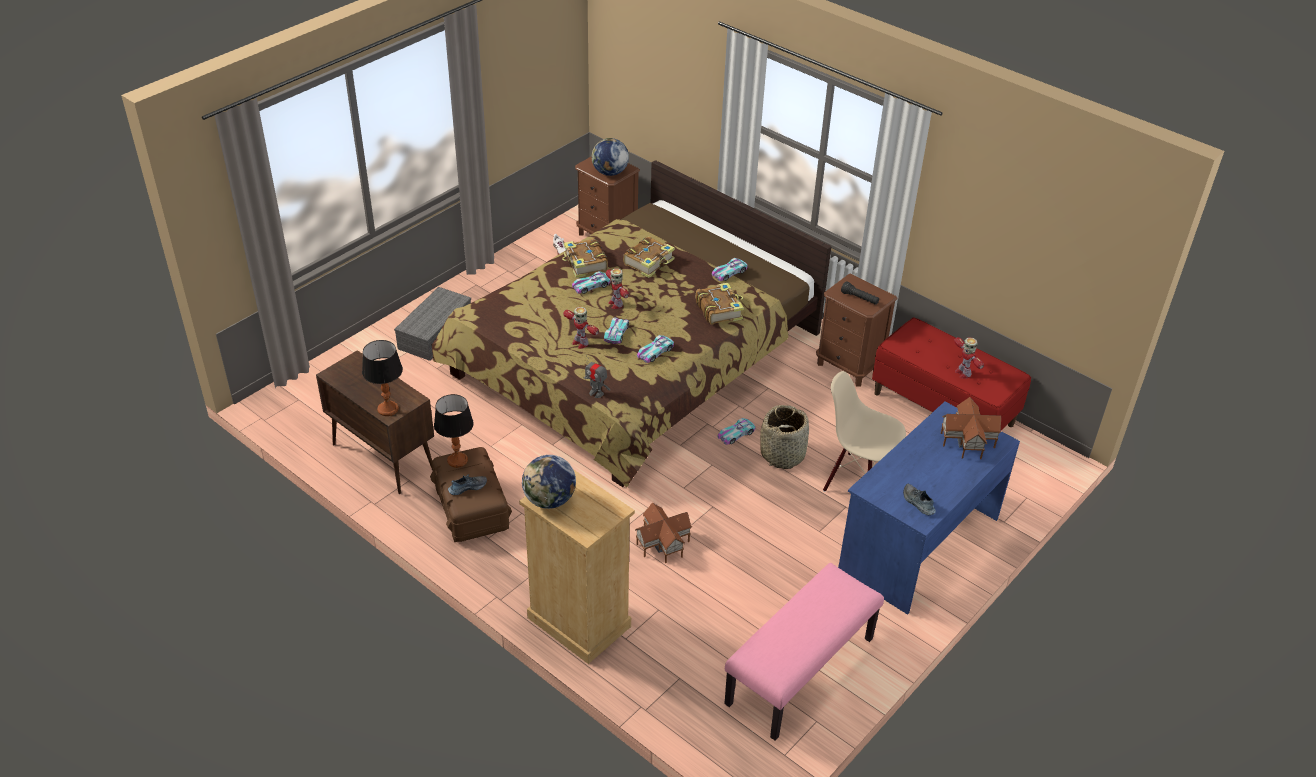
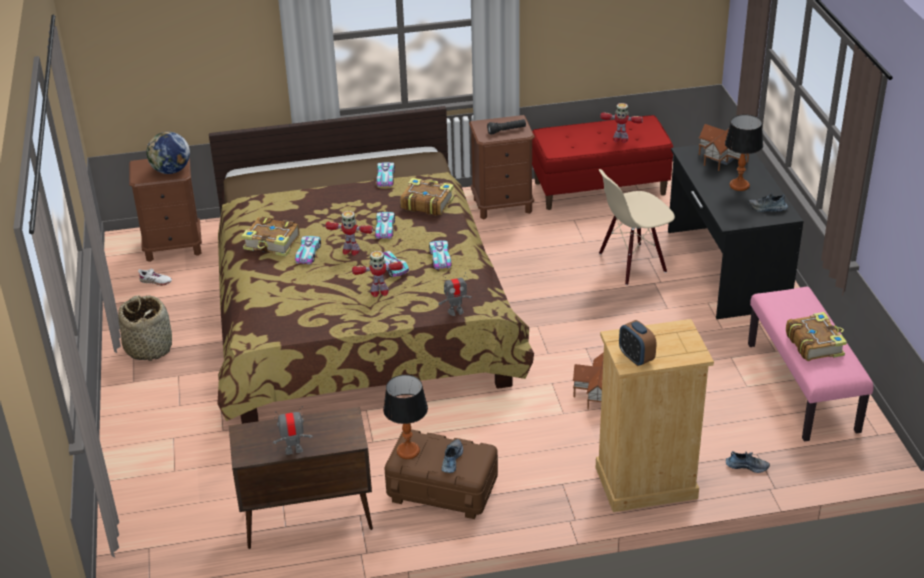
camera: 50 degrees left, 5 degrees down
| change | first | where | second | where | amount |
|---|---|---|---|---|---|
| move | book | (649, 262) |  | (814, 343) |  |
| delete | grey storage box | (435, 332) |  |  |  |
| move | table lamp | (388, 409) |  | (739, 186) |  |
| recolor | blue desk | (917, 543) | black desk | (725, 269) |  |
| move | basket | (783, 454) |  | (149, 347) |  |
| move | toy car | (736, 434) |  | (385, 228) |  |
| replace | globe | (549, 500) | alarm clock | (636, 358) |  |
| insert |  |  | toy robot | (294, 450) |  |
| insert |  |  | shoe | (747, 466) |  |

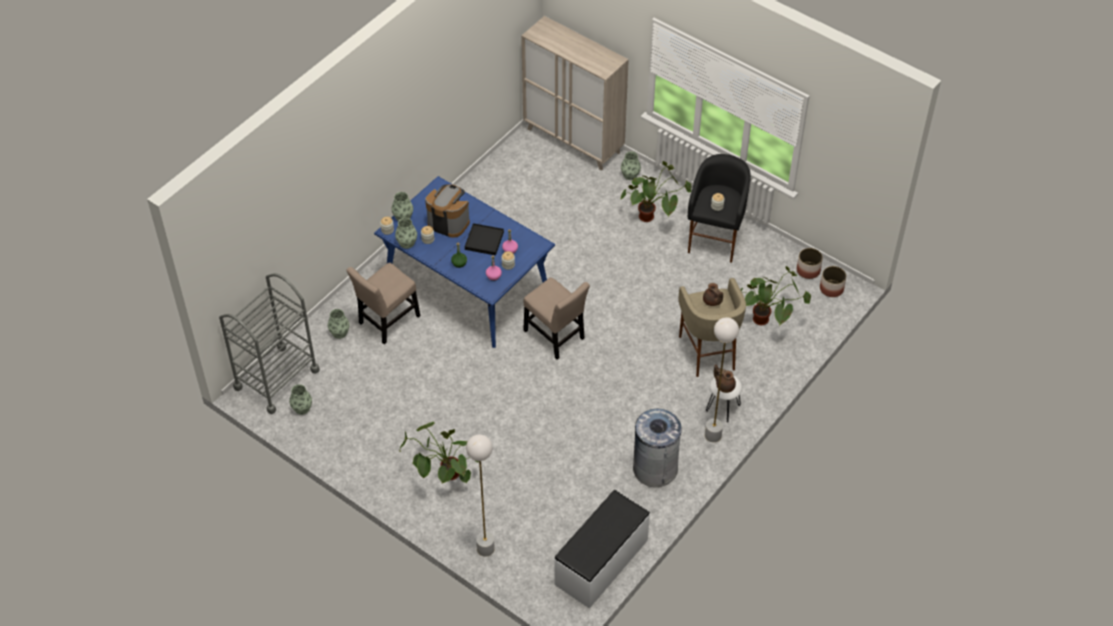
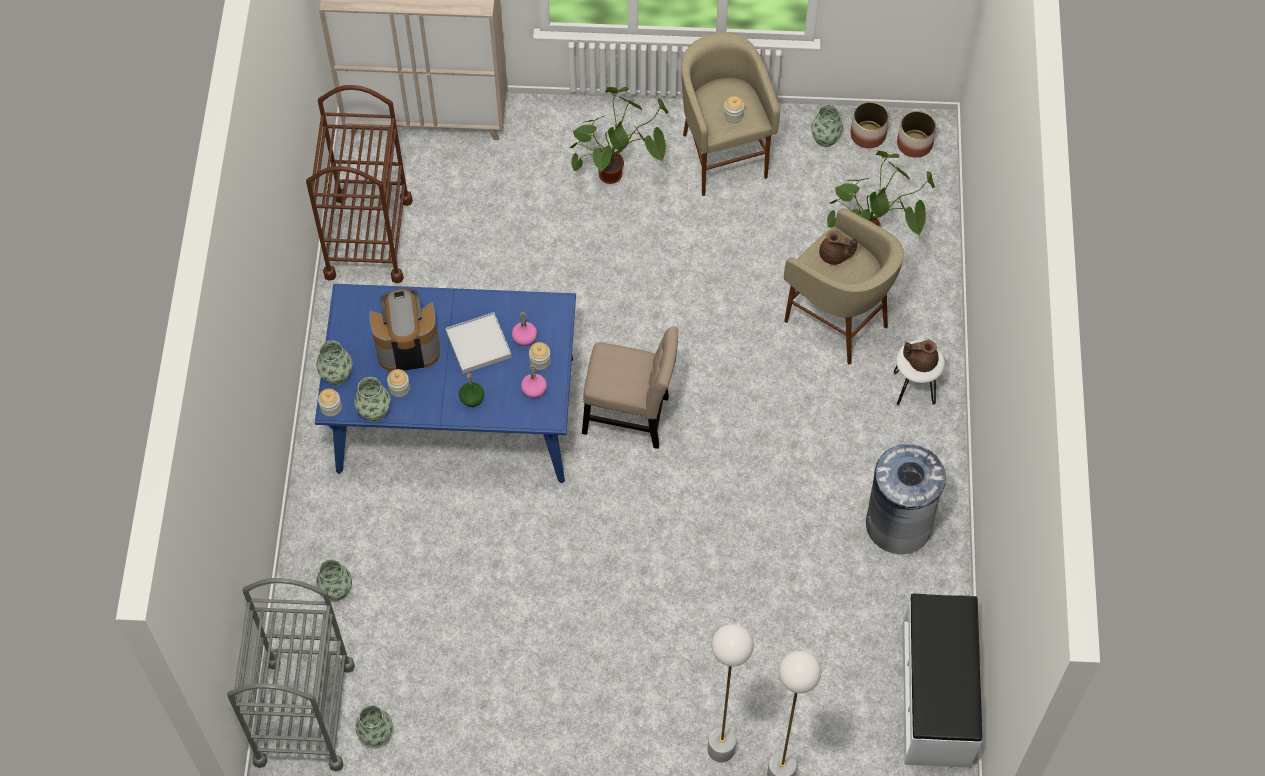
camera: 35 degrees left, 10 degrees up
| change | first | where | second | where | amount |
|---|---|---|---|---|---|
| move | vase | (630, 175) |  | (825, 138) |  |
| recolor | black stool | (715, 239) | beige stool | (722, 156) |  |
| recolor | black tray | (484, 241) | white tray | (478, 345) |  |
| delete | beige chair | (387, 322) |  |  |  |
| move | white floor lamp | (712, 435) |  | (721, 749) |  |
| delete | potted plant | (442, 476) |  |  |  |
| insert |  |  | brown cart | (368, 238) |  |

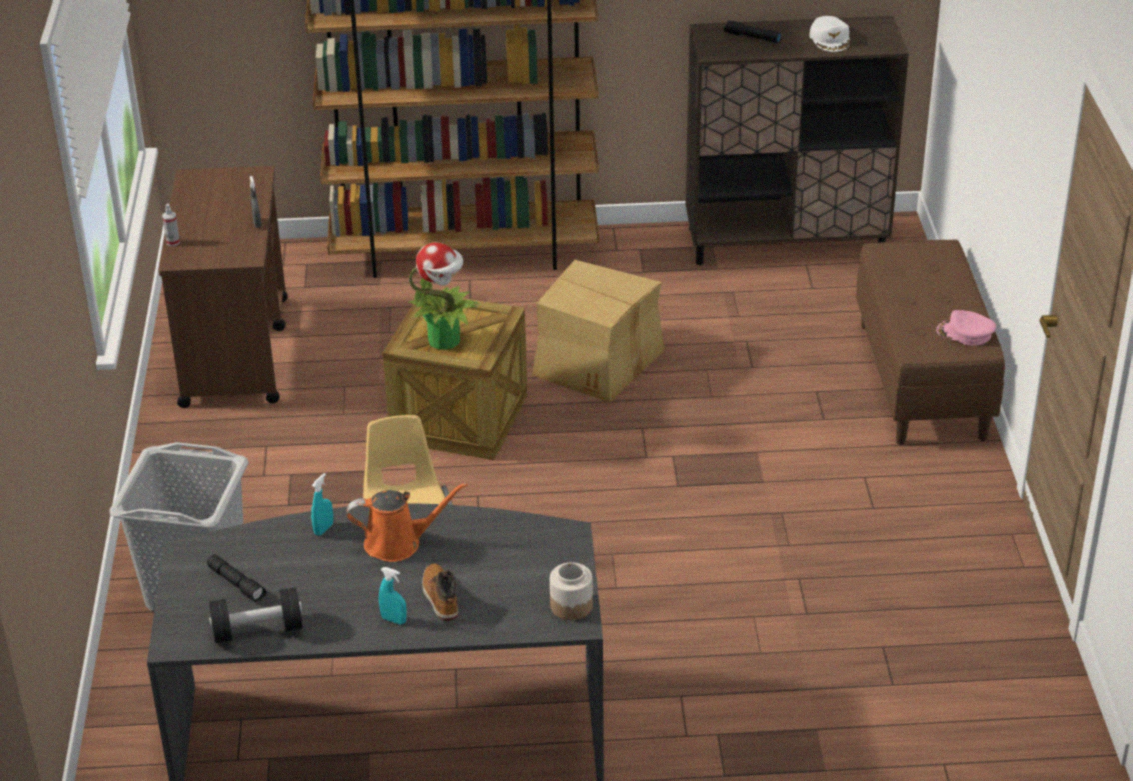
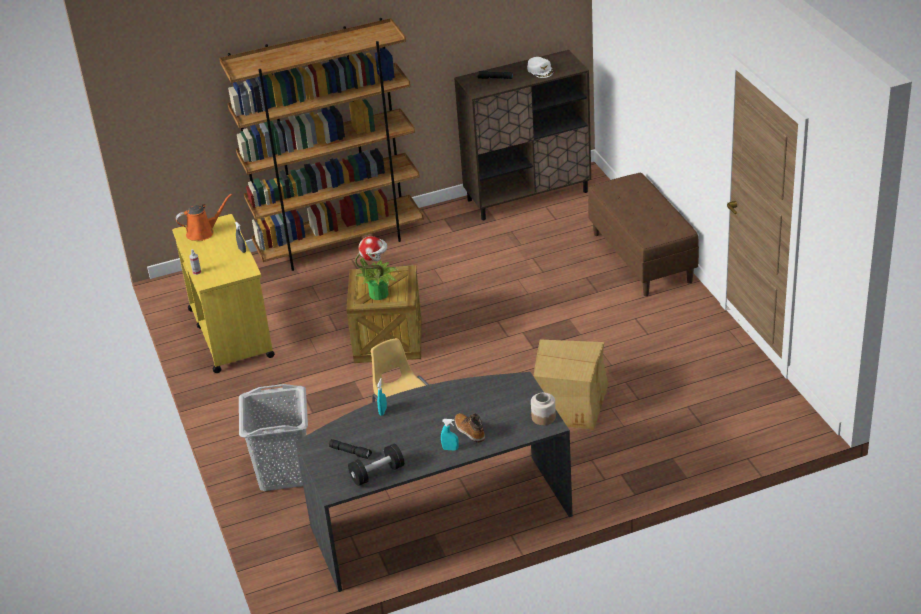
camera: 15 degrees left, 0 degrees up
| change | first | where | second | where | amount |
|---|---|---|---|---|---|
| recolor | brown cart | (235, 350) | yellow cart | (230, 332) |  |
| move | cardboard box | (597, 362) |  | (569, 403) |  |
| delete | pink cap | (965, 333) |  |  |  |
| move | orange watering can | (398, 543) |  | (203, 232) |  |

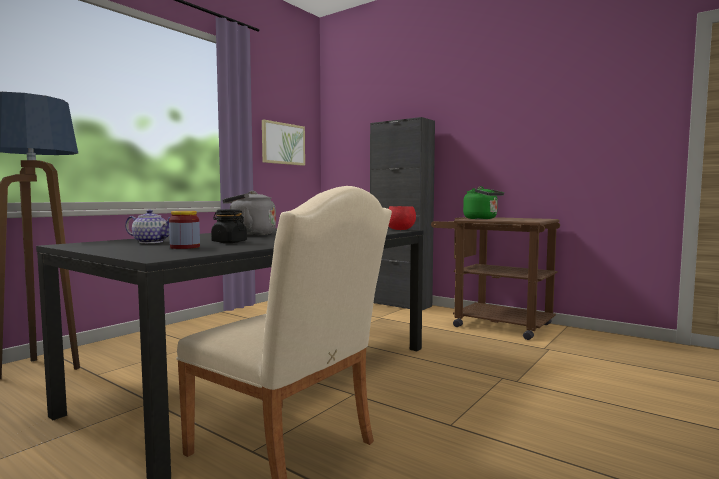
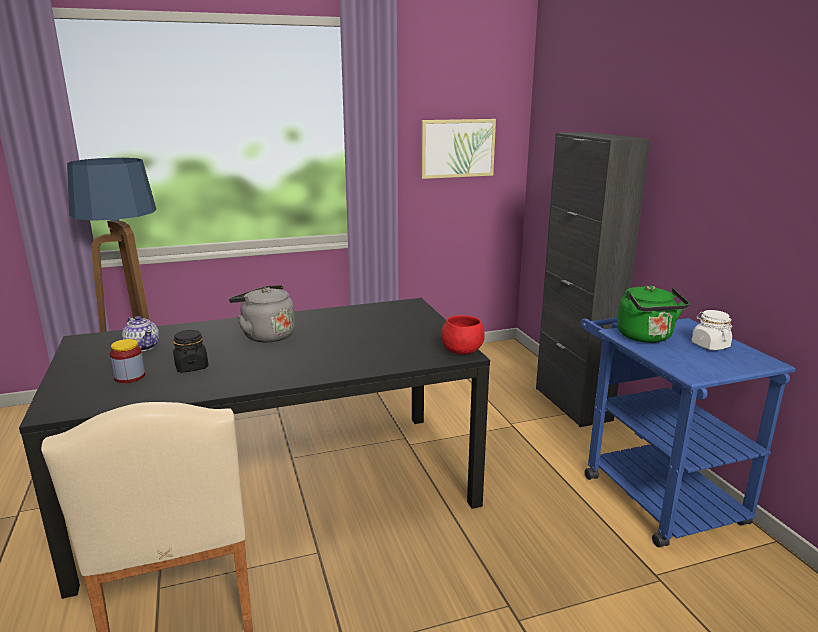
camera: 35 degrees right, 15 degrees up
| change | first | where | second | where | amount |
|---|---|---|---|---|---|
| recolor | brown cart | (493, 324) | blue cart | (652, 491) |  |
| insert |  |  | white jar | (710, 345) |  |

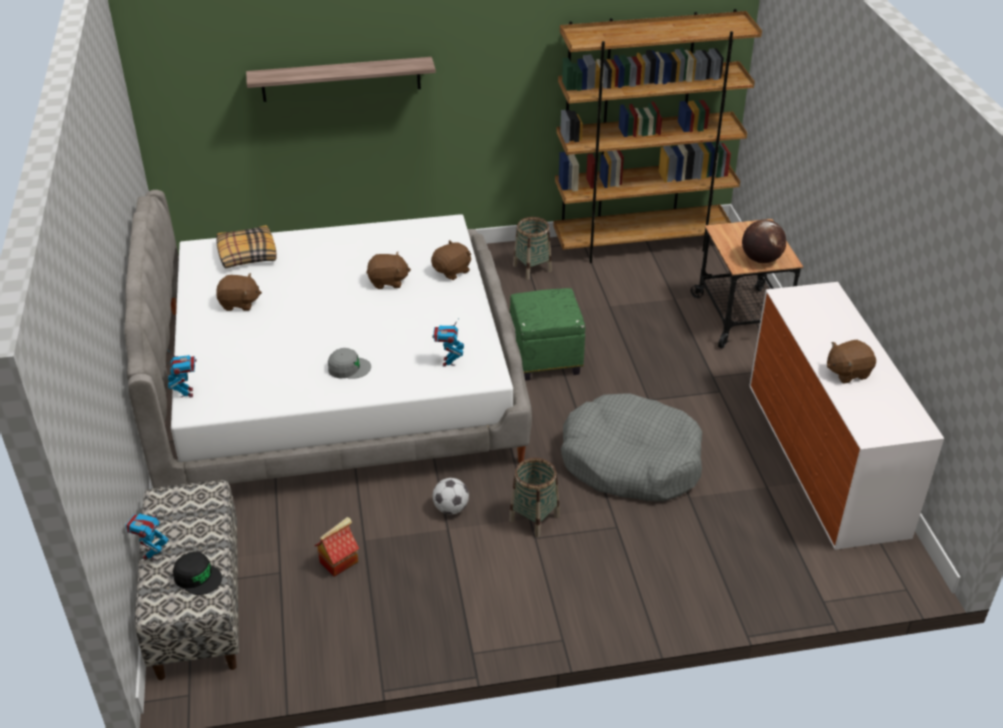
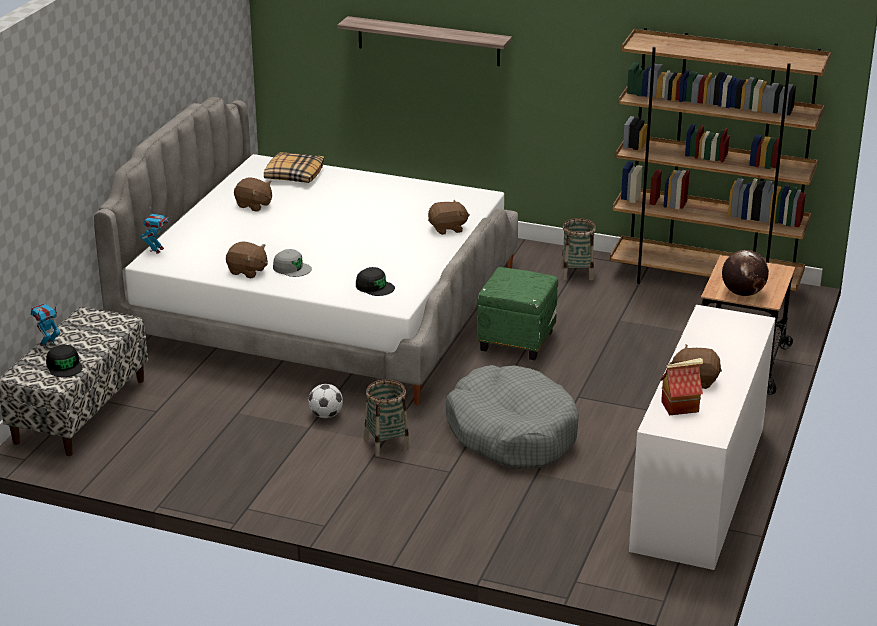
camera: 30 degrees right, 10 degrees down
| change | first | where | second | where | amount |
|---|---|---|---|---|---|
| move | brown plush toy | (388, 282) |  | (247, 271) |  |
| replace | toy robot | (449, 362) | black cap | (374, 287) |  |
| move | toy house | (339, 561) |  | (680, 406) |  |

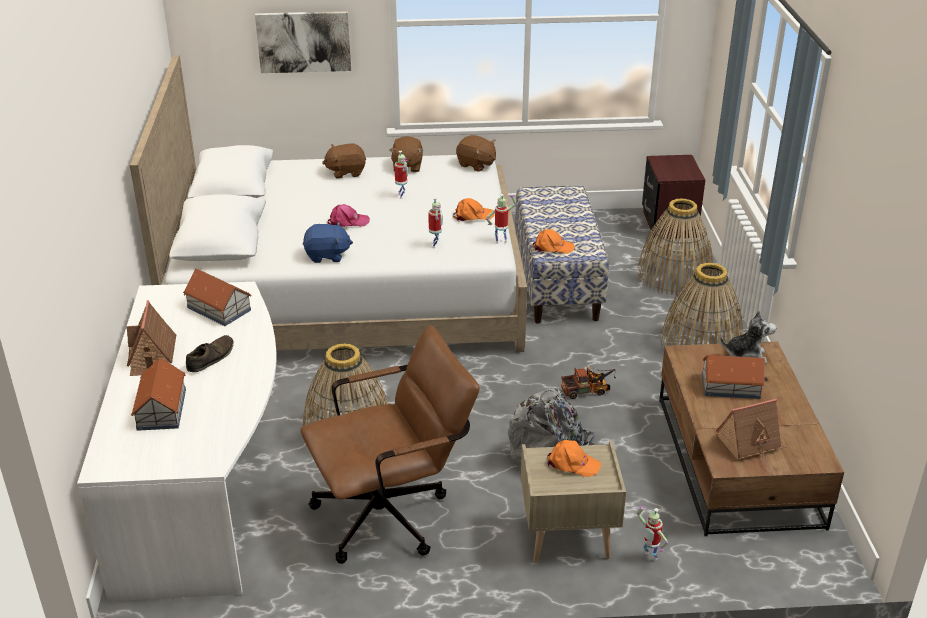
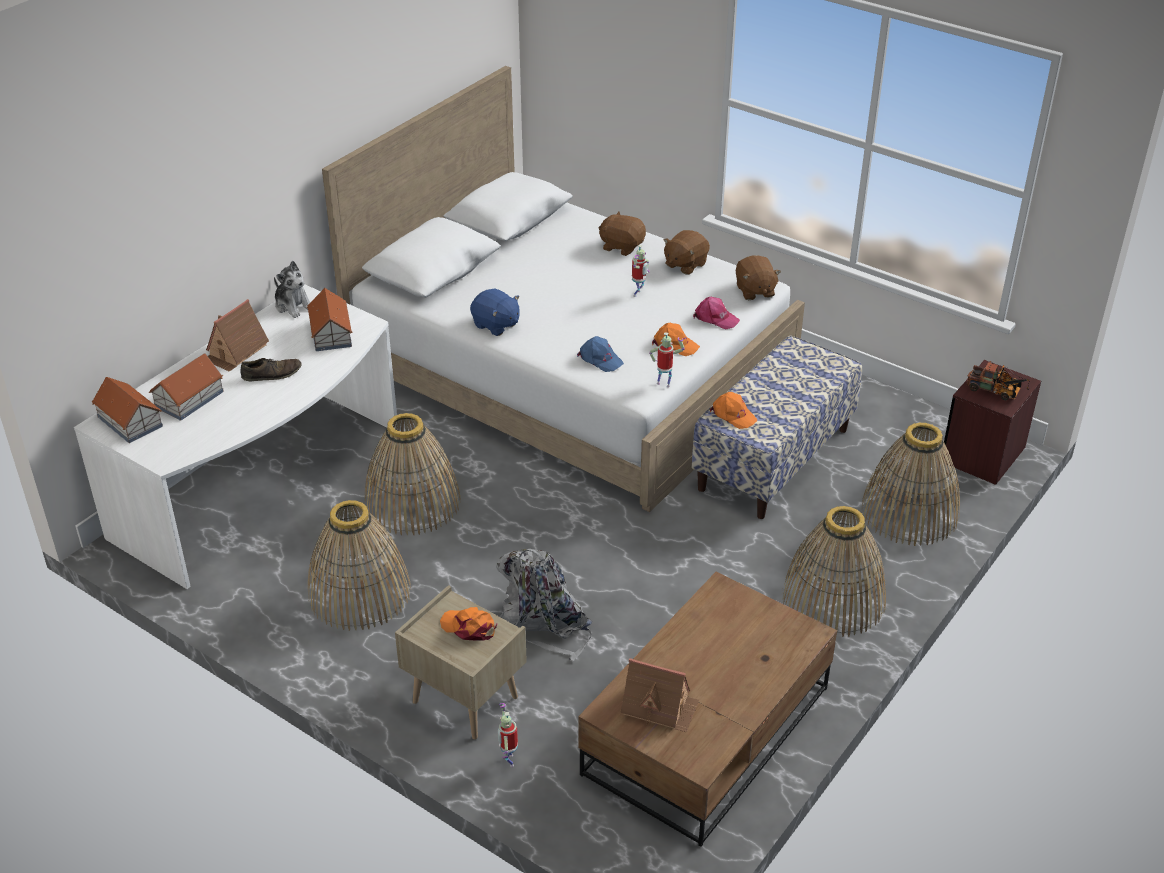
camera: 40 degrees right, 5 degrees up
| change | first | where | second | where | amount |
|---|---|---|---|---|---|
| delete | picture | (304, 41) |  |  |  |
| replace | toy robot | (436, 245) | blue cap | (600, 359) |  |
| move | pink cap | (347, 222) |  | (715, 318) |  |
| move | plush toy | (746, 356) |  | (293, 306) |  |
| replace | brown office chair | (393, 514) | basket | (359, 593) |  |
| move | toy house | (729, 386) |  | (130, 421) |  |
| move | toy truck | (588, 390) |  | (996, 391) |  |
| rotate | orange cap | (572, 463) |  | (469, 627) | 150 degrees clockwise |

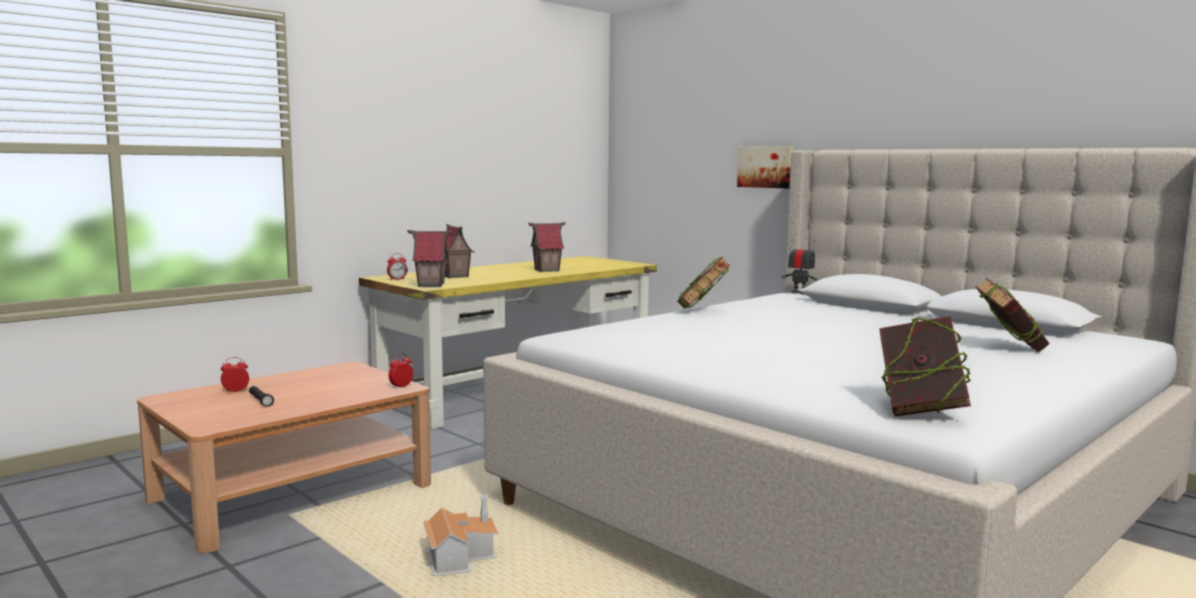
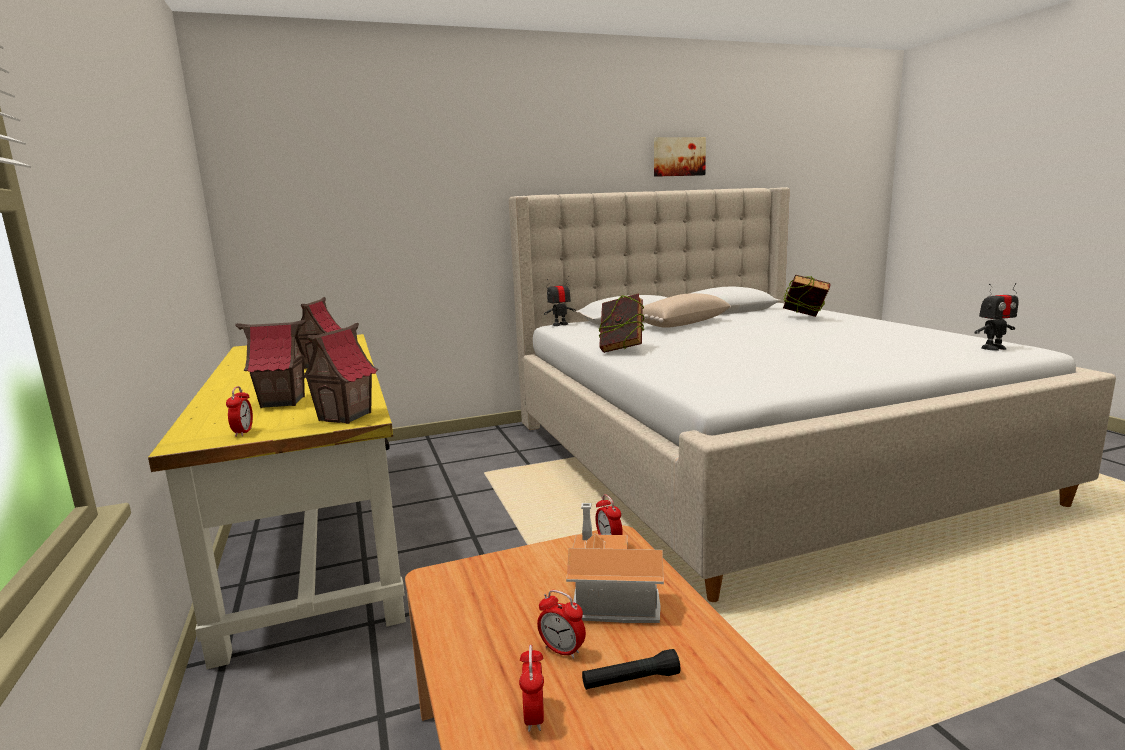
camera: 65 degrees left, 5 degrees up
| change | first | where | second | where | amount |
|---|---|---|---|---|---|
| move | picture | (766, 167) |  | (678, 157) |  |
| replace | book | (919, 411) | toy robot | (993, 348) |  |
| move | toy house | (459, 557) |  | (608, 595) |  |
| insert |  |  | beige pillow | (680, 324) |  |
| insert |  |  | alarm clock | (562, 650) |  |

